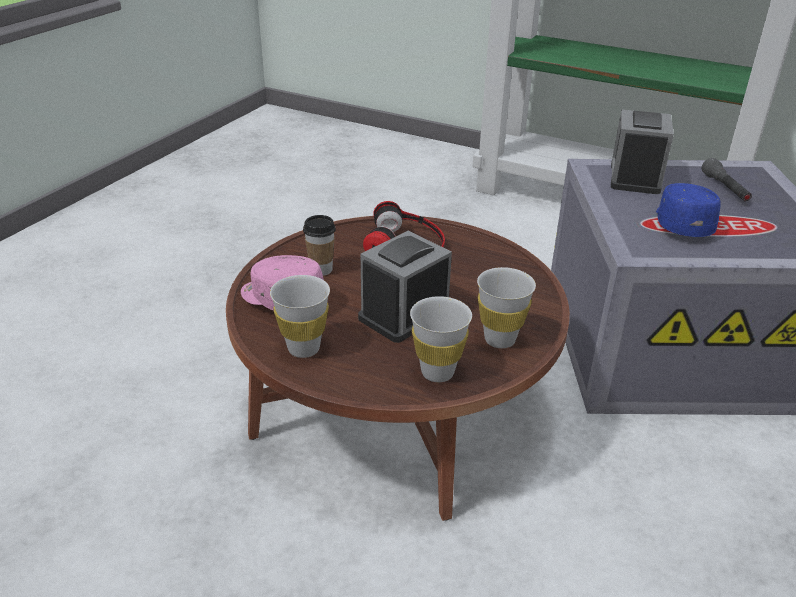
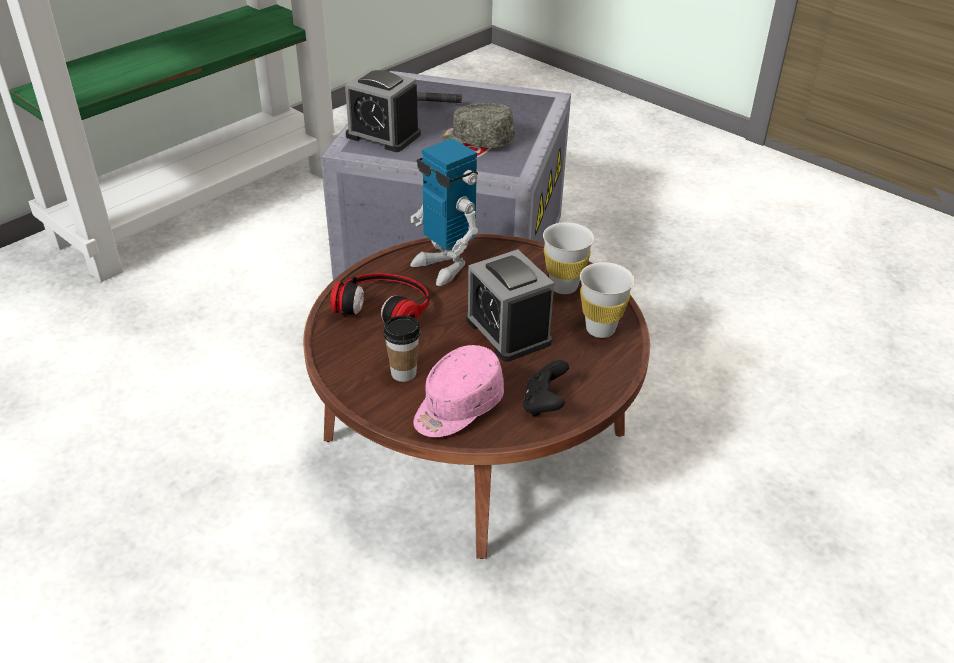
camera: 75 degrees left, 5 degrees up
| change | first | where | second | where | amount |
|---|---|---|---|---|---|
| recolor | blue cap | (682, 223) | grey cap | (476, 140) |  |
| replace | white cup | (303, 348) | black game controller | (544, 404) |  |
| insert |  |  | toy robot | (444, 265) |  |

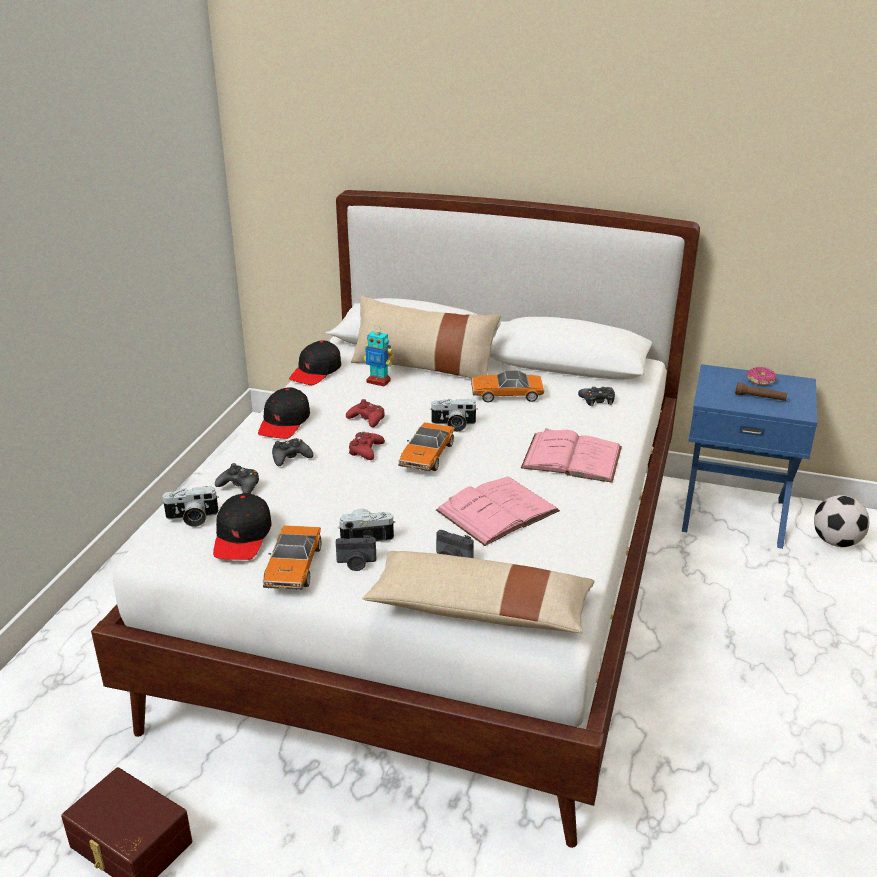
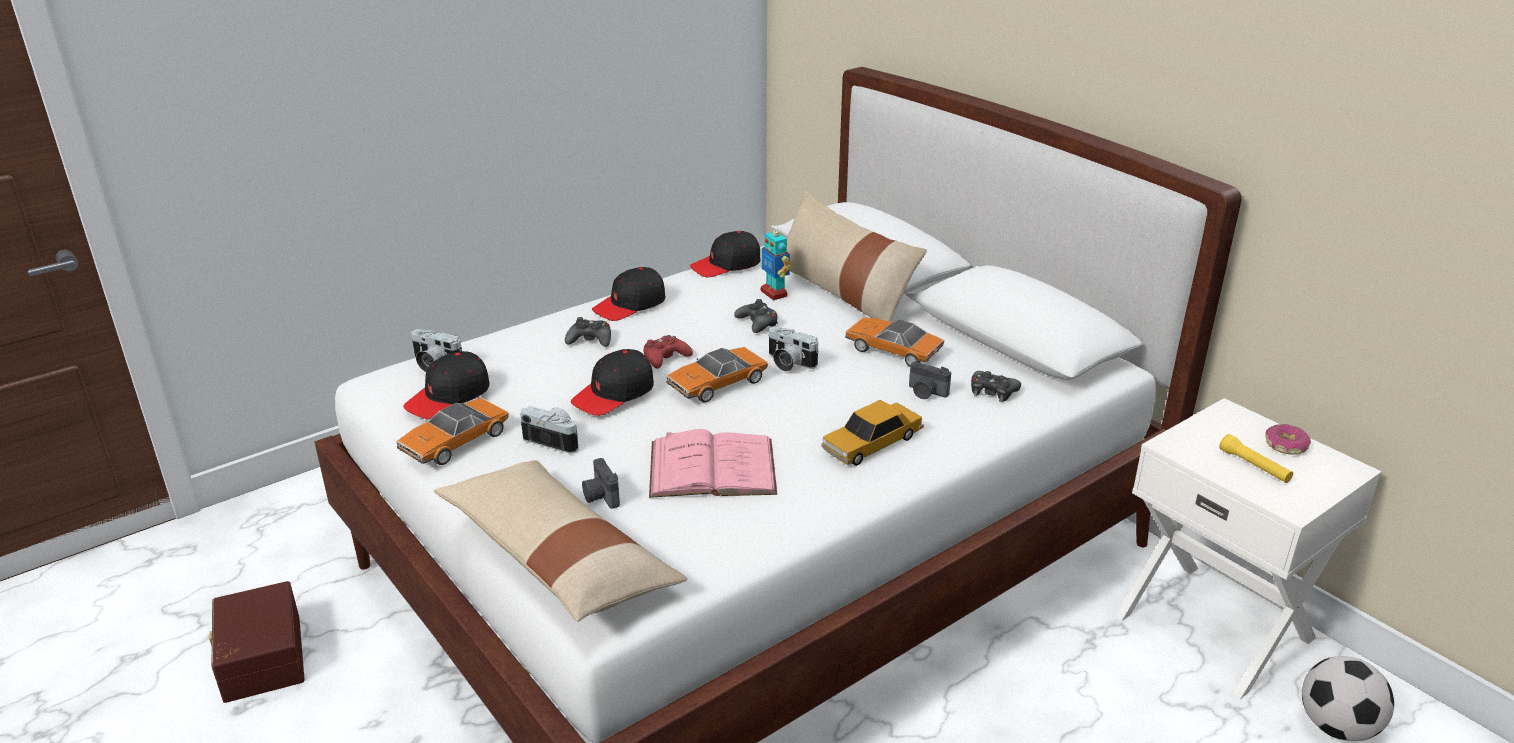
camera: 35 degrees right, 0 degrees up
| change | first | where | second | where | amount |
|---|---|---|---|---|---|
| recolor | blue nightstand | (734, 513) | white nightstand | (1216, 626) |  |
| recolor | brown flashlight | (760, 397) | yellow flashlight | (1254, 466) |  |
| delete | red game controller | (367, 419) |  |  |  |
| replace | pink book | (572, 457) | toy car | (871, 443) |  |
| move | black game controller | (239, 485) |  | (757, 323) |  |
| move | photo camera | (356, 563) |  | (926, 393) |  |
| insert |  |  | black cap | (614, 394) |  |

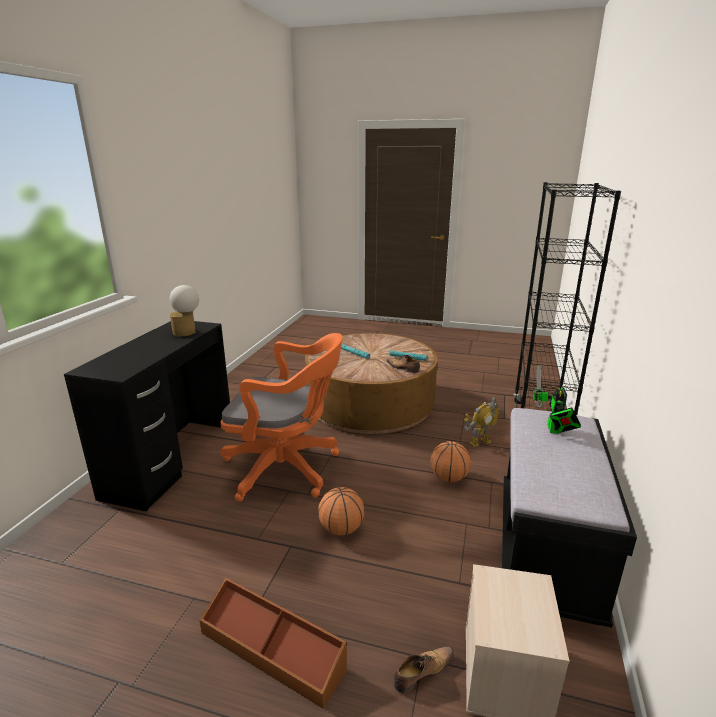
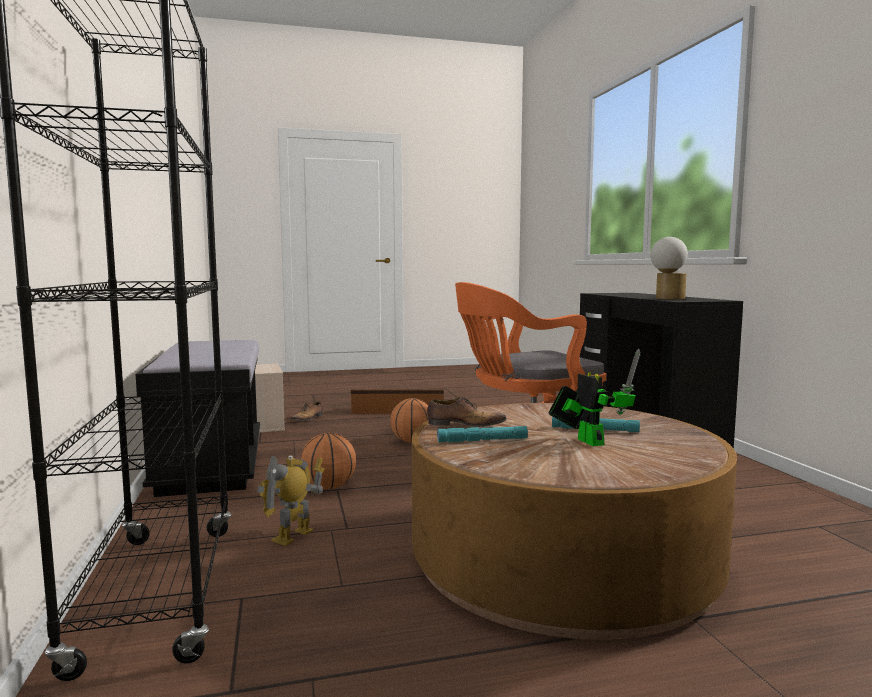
camera: 150 degrees right, 15 degrees down
| change | first | where | second | where | amount |
|---|---|---|---|---|---|
| move | toy robot | (553, 430) |  | (587, 440) |  |

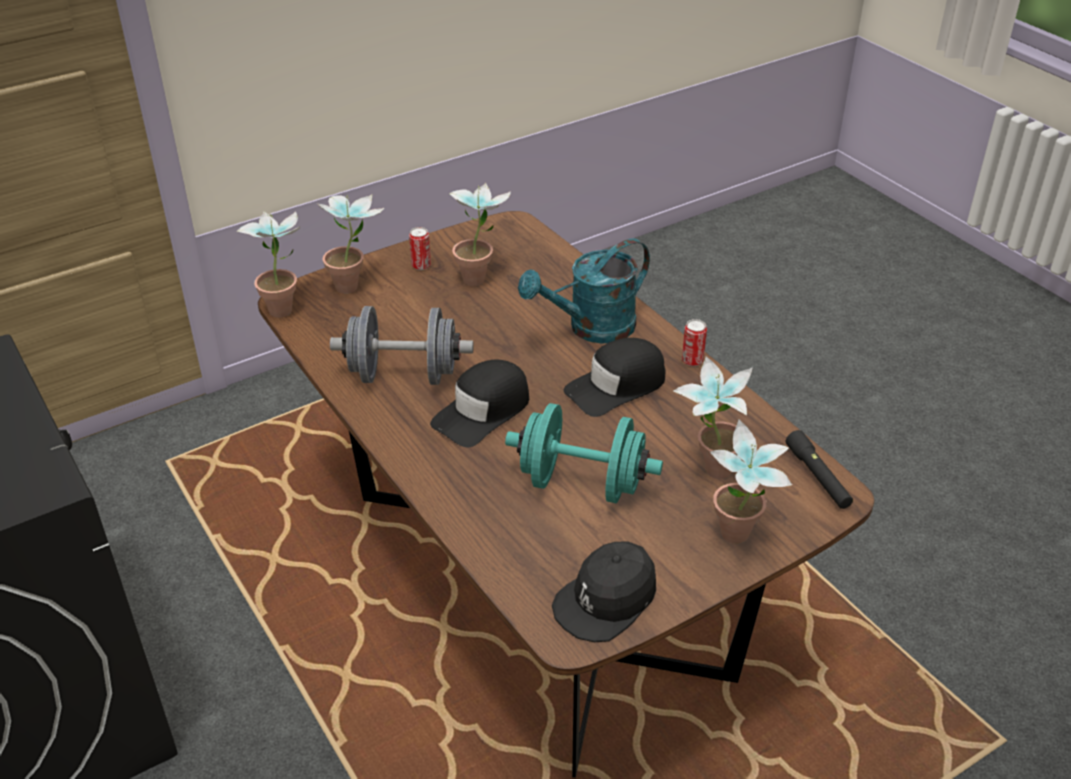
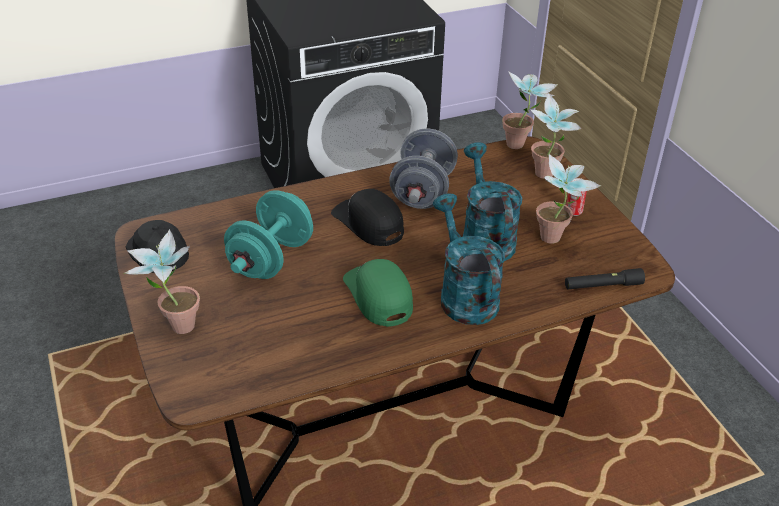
camera: 100 degrees right, 0 degrees up
| change | first | where | second | where | amount |
|---|---|---|---|---|---|
| delete | can | (692, 360) |  |  |  |
| recolor | black cap | (616, 386) | green cap | (378, 296) |  |
| delete | potted plant | (708, 471) |  |  |  |
| move | black flashlight | (818, 477) |  | (602, 285) |  |
| insert |  |  | turquoise watering can | (485, 237) |  |

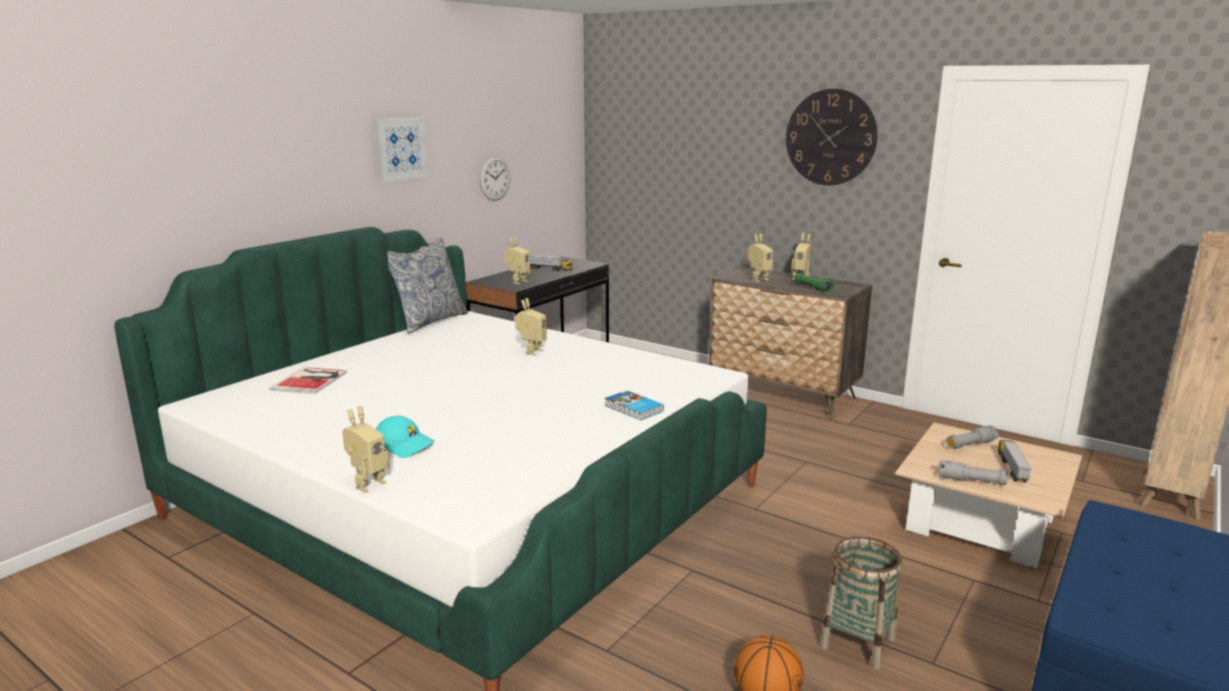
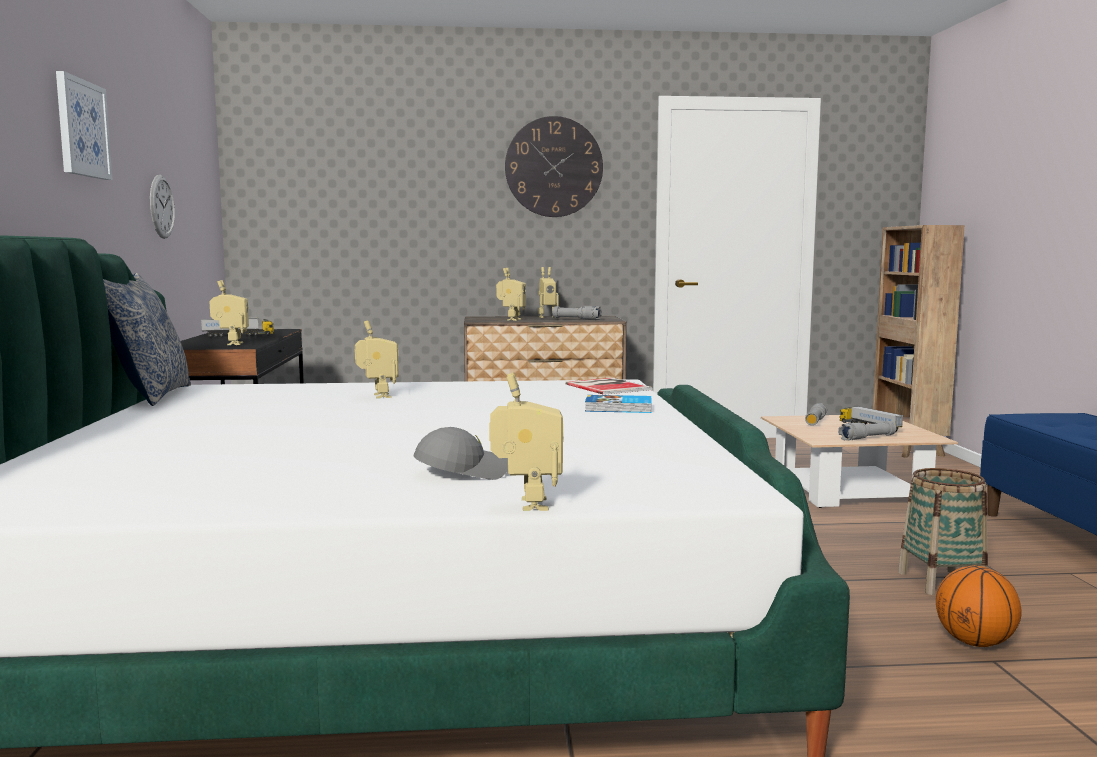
camera: 40 degrees left, 10 degrees down
| change | first | where | second | where | amount |
|---|---|---|---|---|---|
| recolor | green flashlight | (812, 288) | grey flashlight | (576, 319) |  |
| move | book | (311, 380) |  | (608, 386) |  |
| recolor | turquoise cap | (405, 445) | grey cap | (464, 471) |  |

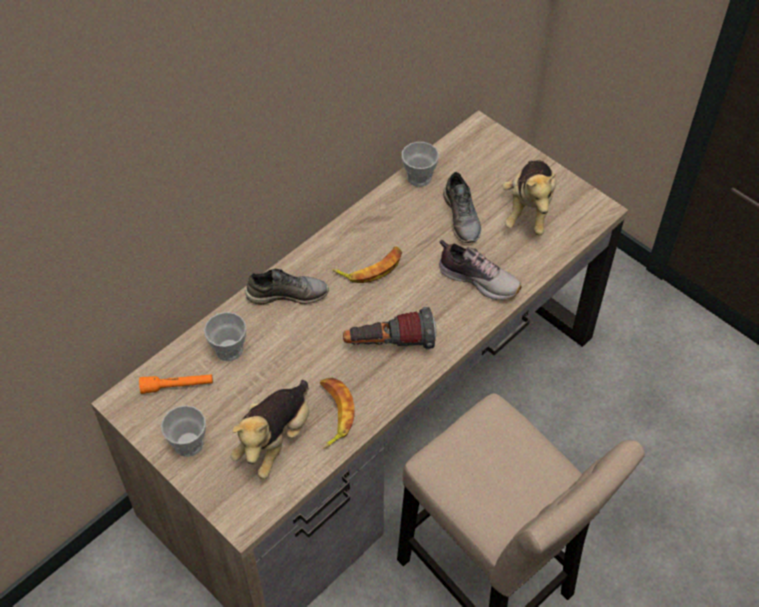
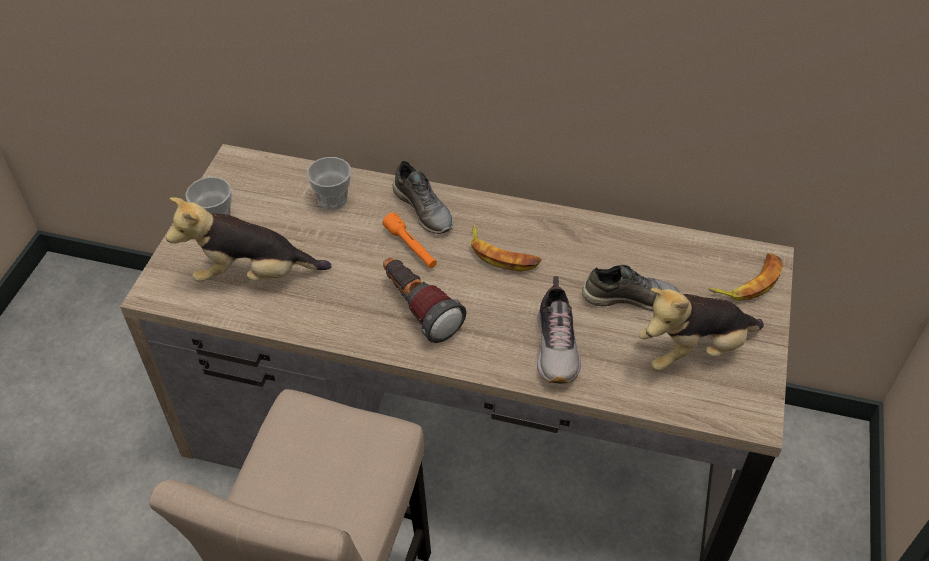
camera: 60 degrees right, 5 degrees down
| change | first | where | second | where | amount |
|---|---|---|---|---|---|
| delete | cup | (419, 177) |  |  |  |
| rotate | grey shoe | (462, 217) |  | (630, 297) | 135 degrees counterclockwise |
| move | orange flashlight | (177, 386) |  | (411, 247) |  |
| move | banana | (333, 414) |  | (749, 281) |  |

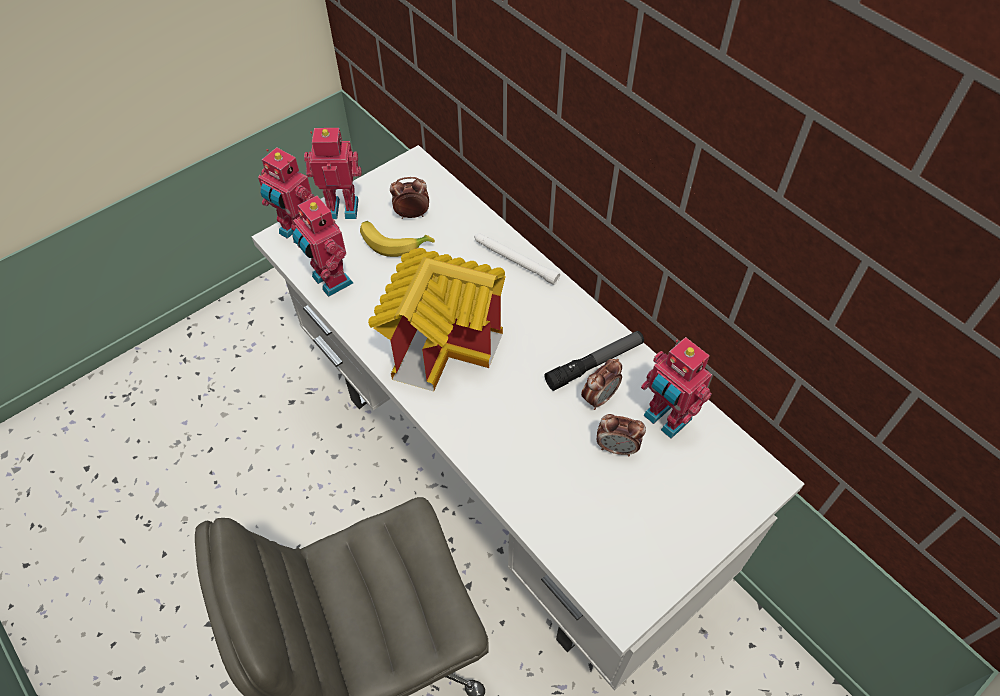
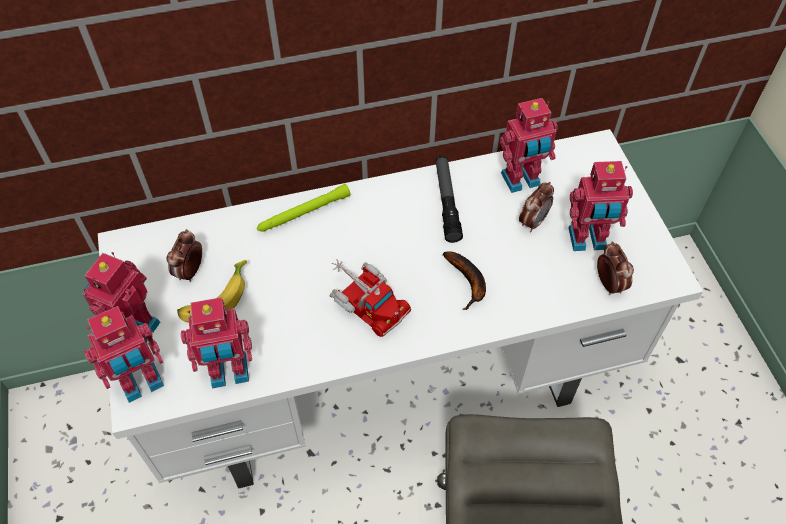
camera: 65 degrees left, 0 degrees up
| change | first | where | second | where | amount |
|---|---|---|---|---|---|
| recolor | white flashlight | (514, 261) | green flashlight | (303, 213) |  |
| replace | toy house | (445, 344) | toy truck | (366, 301) |  |
| move | alarm clock | (599, 398) |  | (609, 284) |  |
| insert |  |  | toy robot | (587, 241) |  |
| insert |  |  | banana | (468, 282) |  |

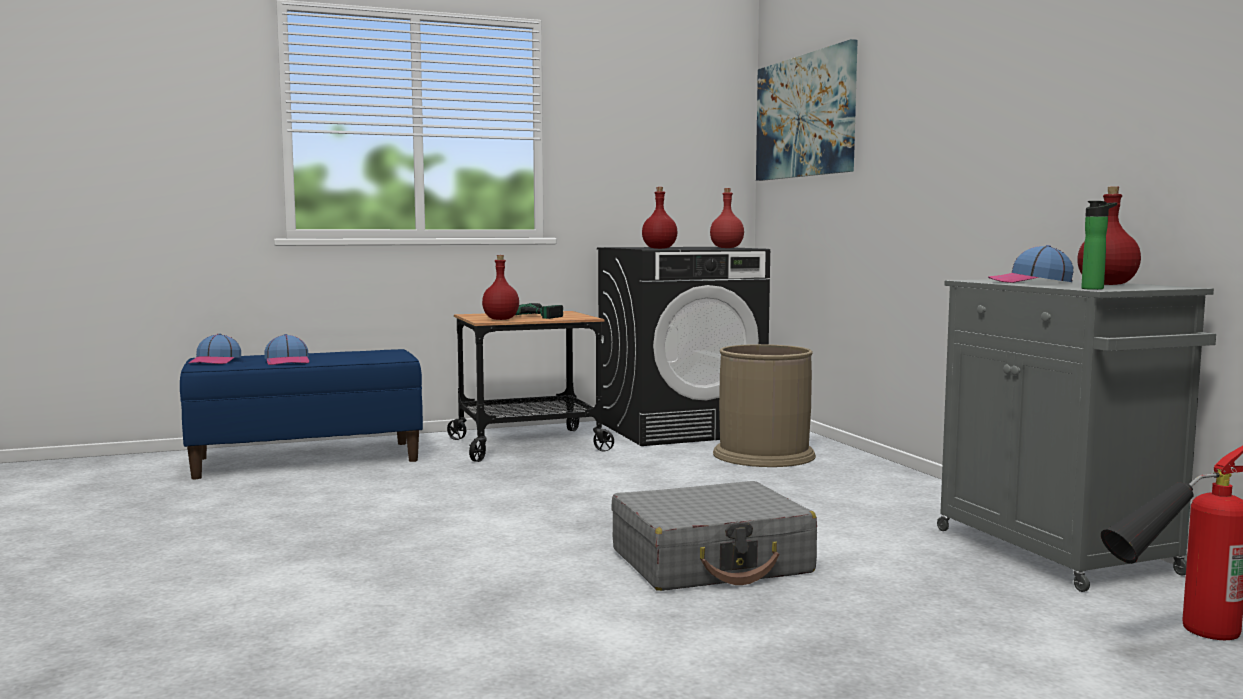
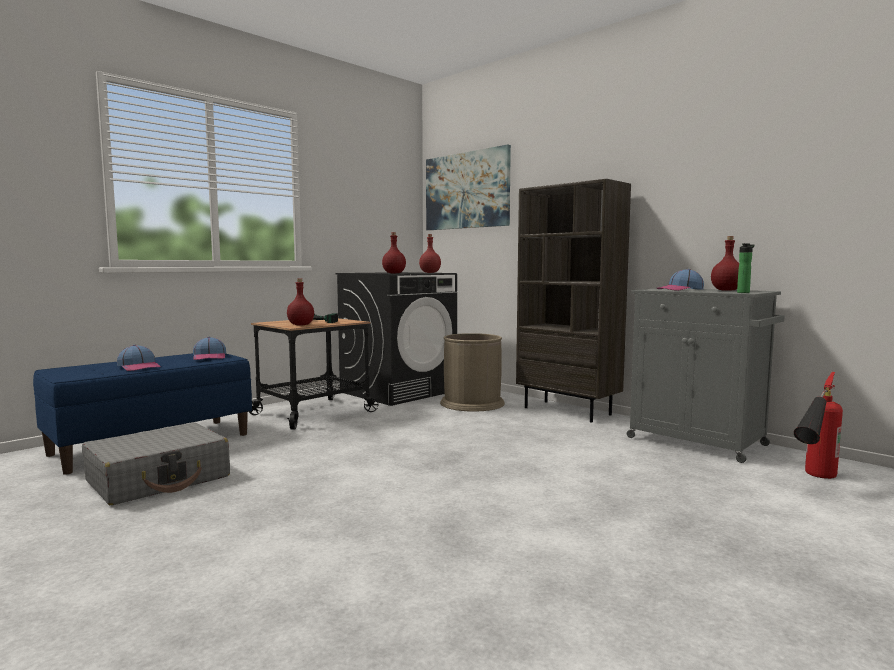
camera: 25 degrees left, 0 degrees up
| change | first | where | second | where | amount |
|---|---|---|---|---|---|
| move | cap | (215, 361) |  | (210, 357) |  |
| move | grey suitcase | (711, 562) |  | (159, 479) |  |
| insert |  |  | brown bookcase | (568, 411) |  |

